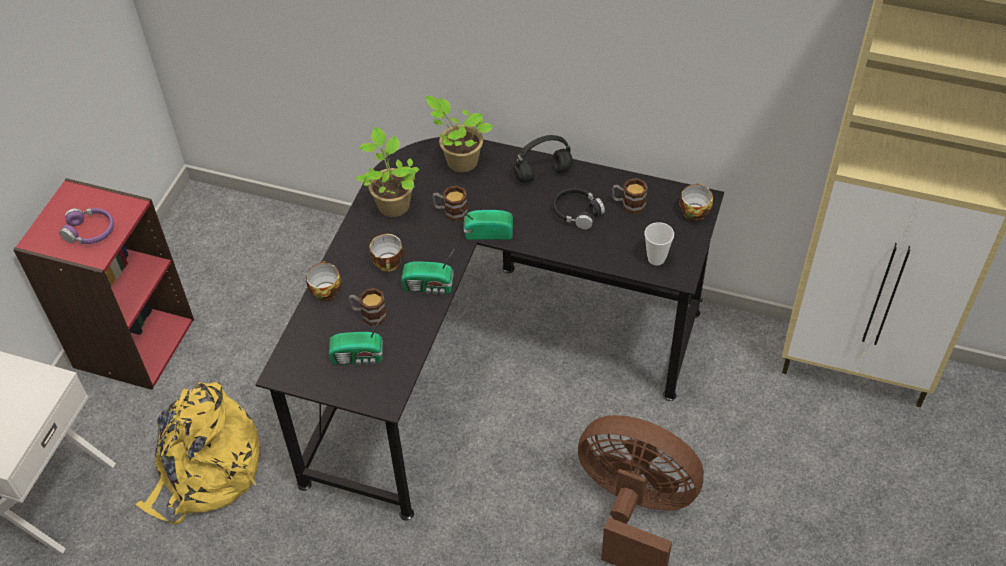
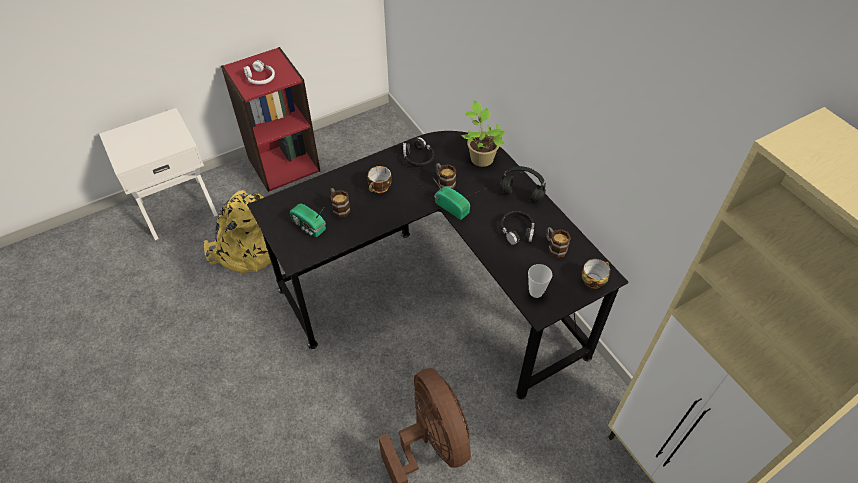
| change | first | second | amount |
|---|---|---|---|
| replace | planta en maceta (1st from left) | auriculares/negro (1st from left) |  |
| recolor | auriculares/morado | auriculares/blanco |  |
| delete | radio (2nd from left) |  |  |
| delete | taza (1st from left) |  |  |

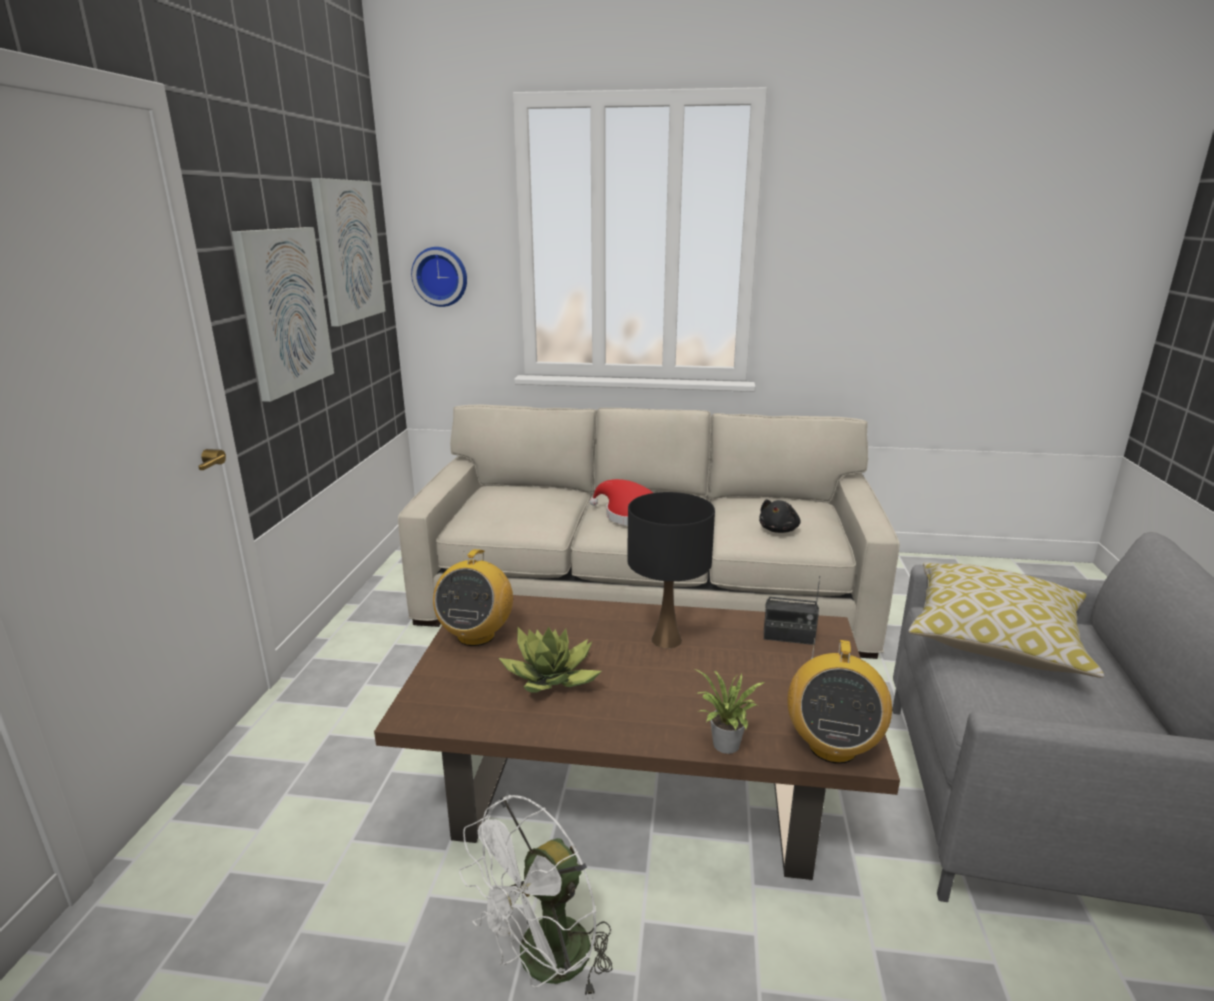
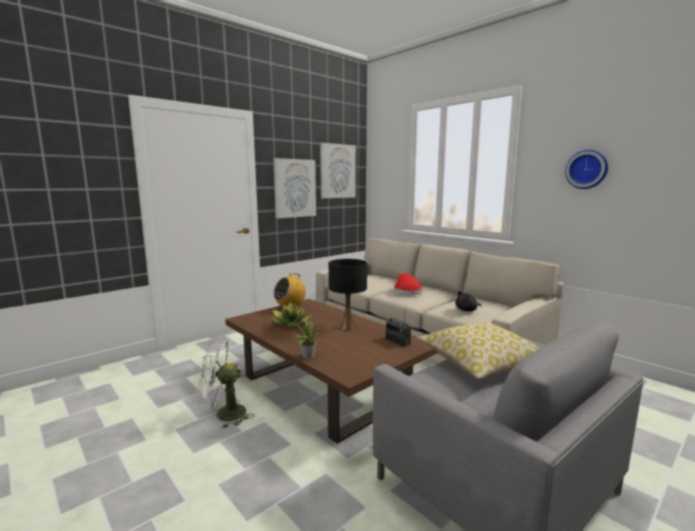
| change | first | second | amount |
|---|---|---|---|
| move | reloj de pared |  |  |
| delete | radio (3rd from left) |  |  |

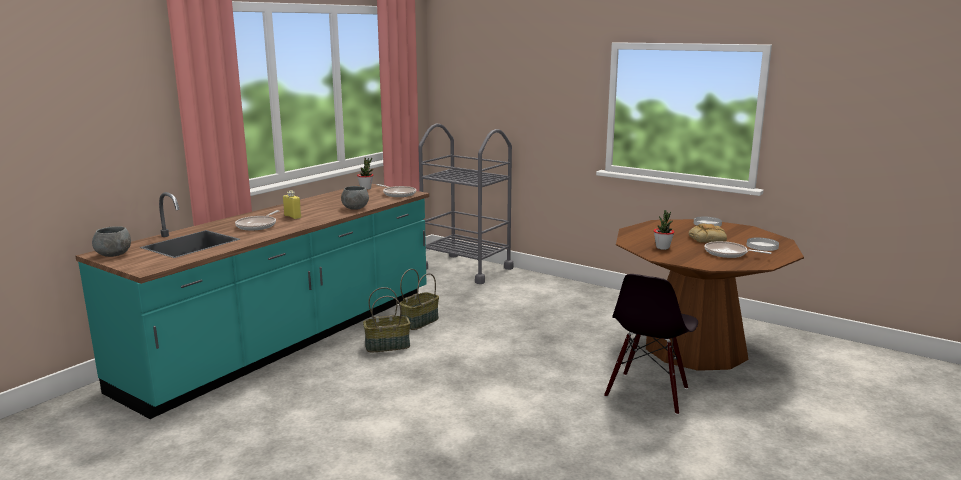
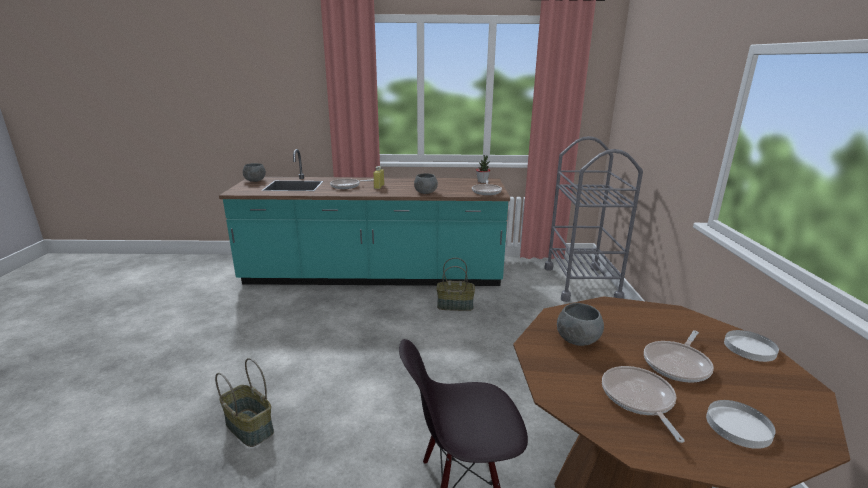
| change | first | second | amount |
|---|---|---|---|
| replace | planta en maceta (2nd from left) | cuenco/gris (3rd from left) |  |
| replace | pan | sartén (4th from left) |  |
| move | cesta (1st from left) |  |  |

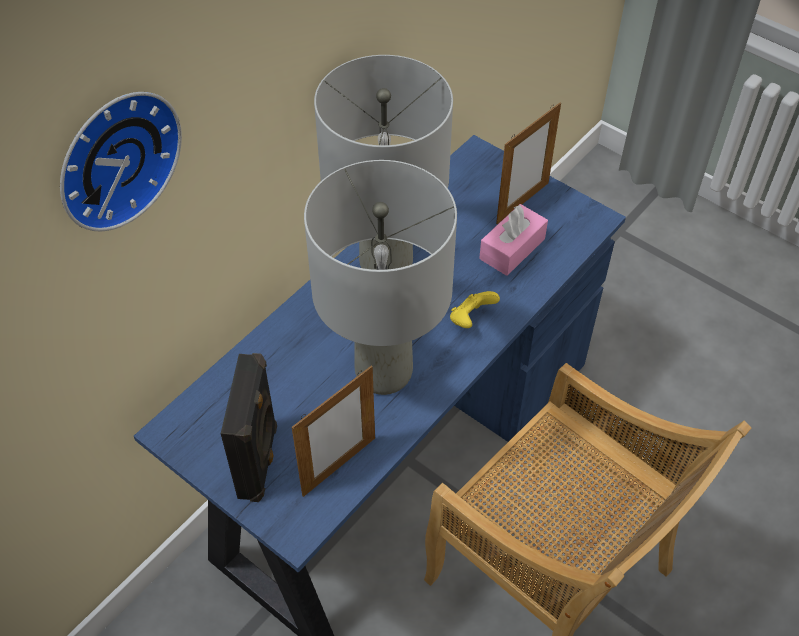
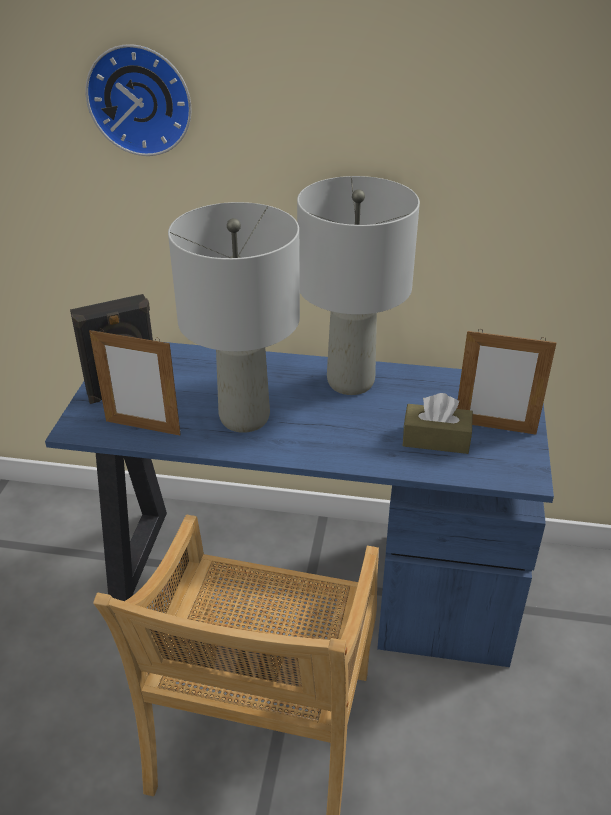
| change | first | second | amount |
|---|---|---|---|
| recolor | caja de pañuelos/rosa | caja de pañuelos/marrón |  |
| delete | mando de consola/amarillo |  |  |

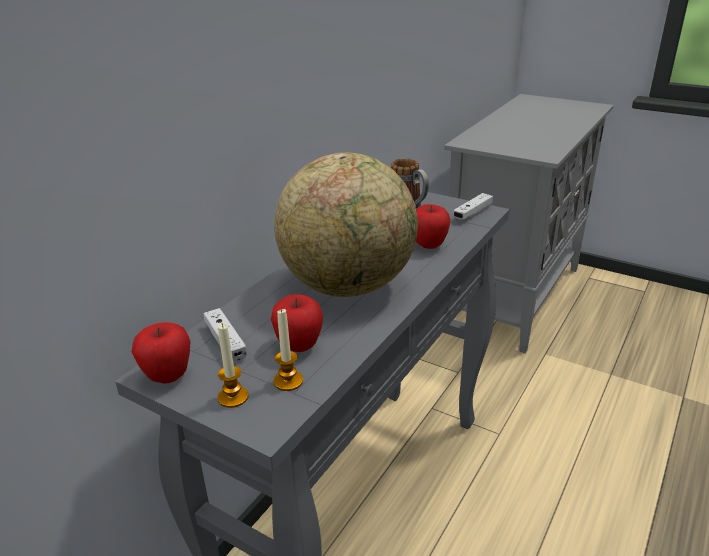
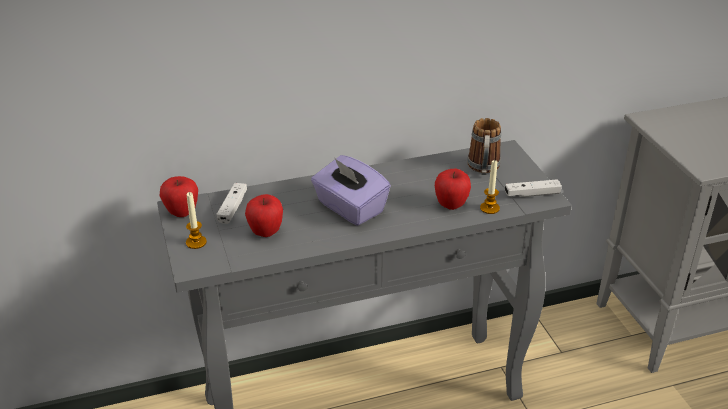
| change | first | second | amount |
|---|---|---|---|
| replace | globo terráqueo | caja de pañuelos/morado |  |
| move | vela (2nd from left) |  |  |

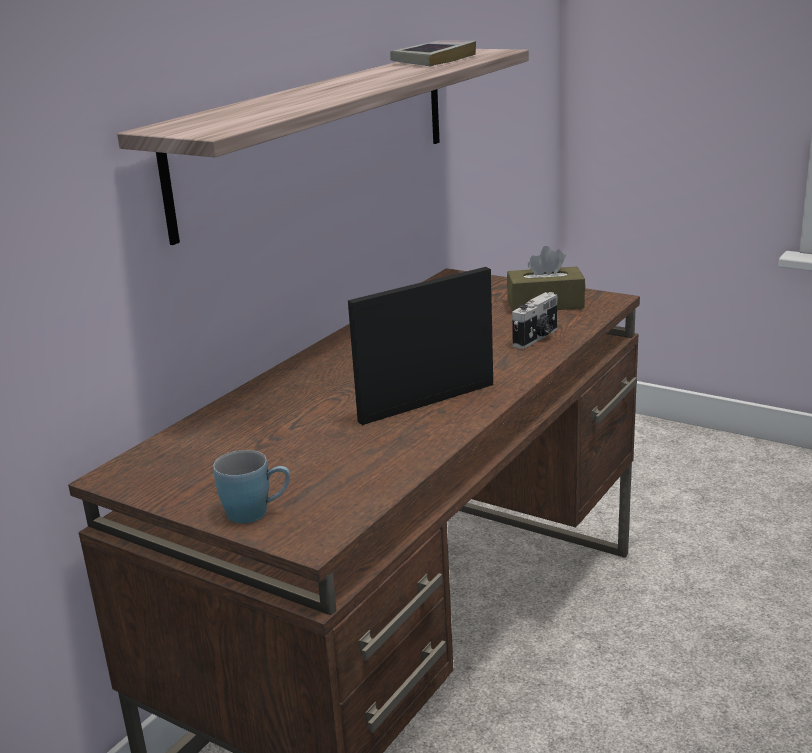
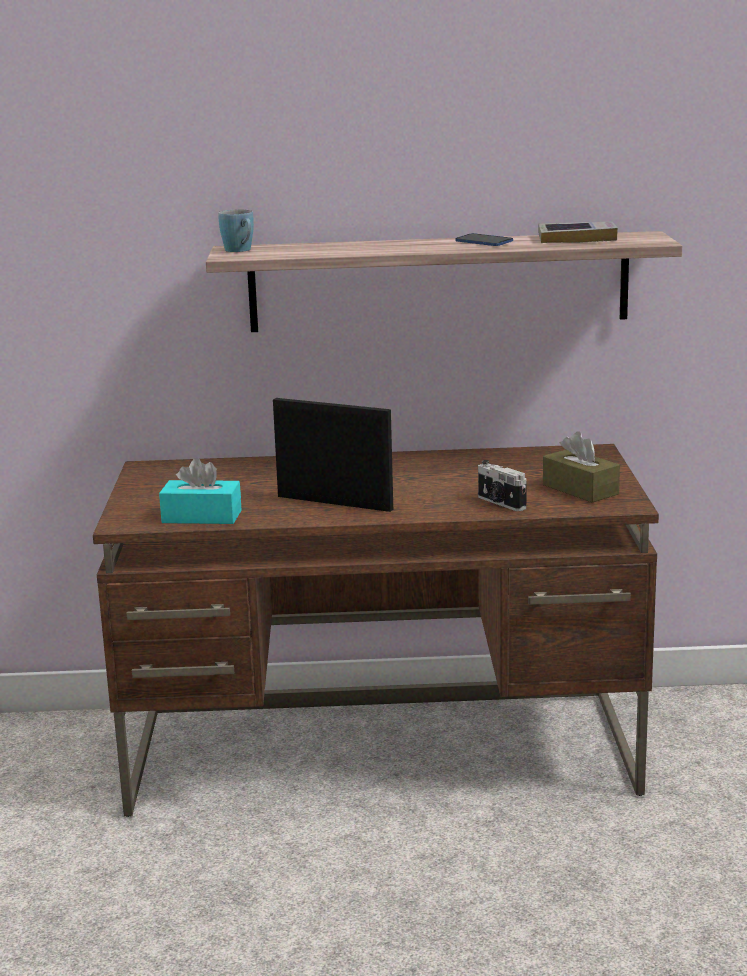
| change | first | second | amount |
|---|---|---|---|
| rotate | cámara |  | 45 degrees clockwise |
| move | taza grande/azul |  |  |
| insert |  | móvil |  |
| insert |  | caja de pañuelos/turquesa |  |

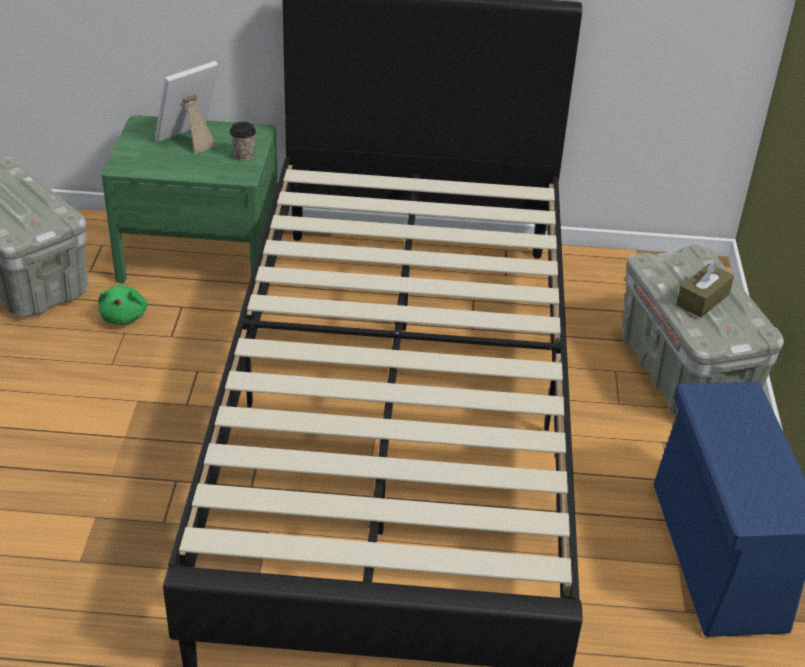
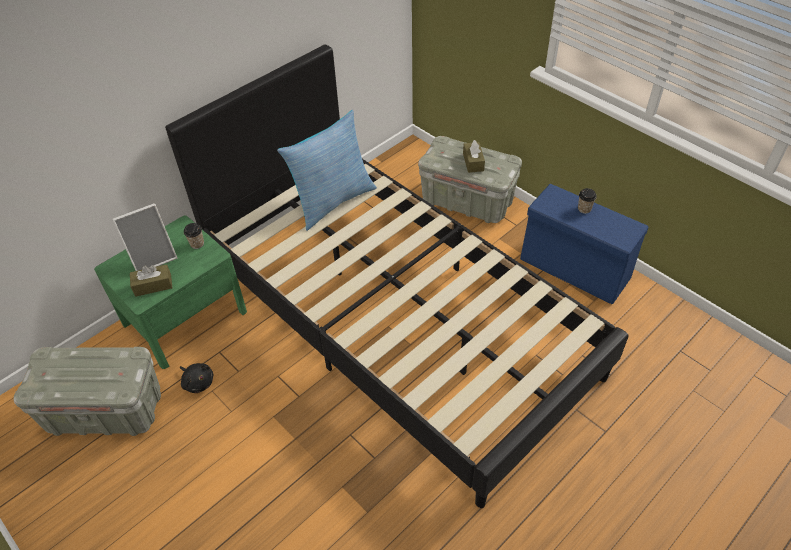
| change | first | second | amount |
|---|---|---|---|
| rotate | portarretratos |  | 120 degrees counterclockwise |
| recolor | peluche/verde | peluche/negro |  |
| insert |  | cojín |  |
| insert |  | taza (2nd from left) |  |
| insert |  | caja de pañuelos/marrón (1st from left) |  |

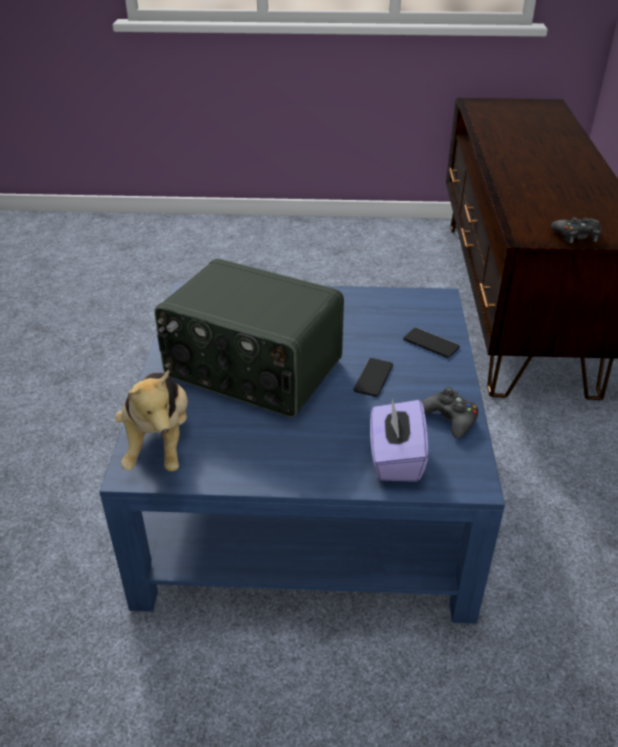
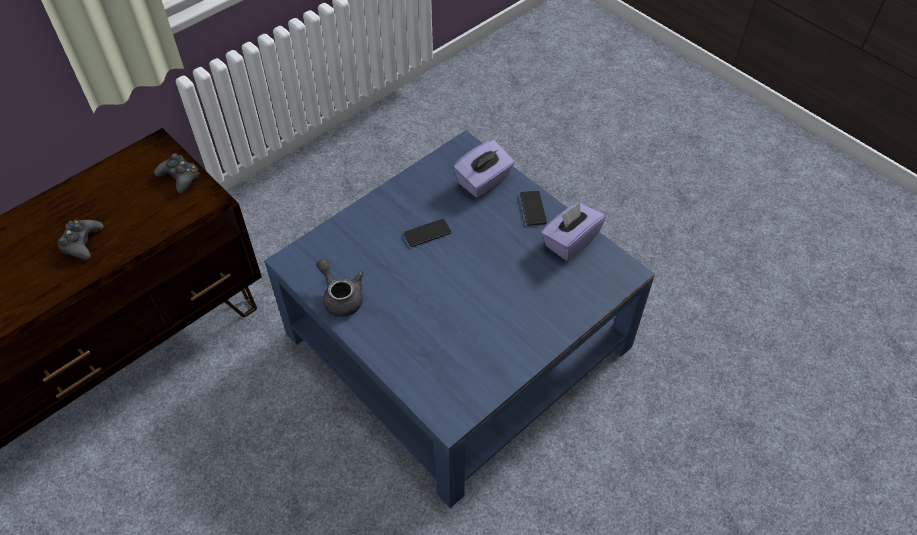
| change | first | second | amount |
|---|---|---|---|
| delete | radio |  |  |
| move | móvil (2nd from left) |  |  |
| delete | peluche |  |  |
| move | mando de consola/negro (1st from left) |  |  |
| insert |  | caja de pañuelos/morado (2nd from left) |  |
| insert |  | tetera/gris |  |

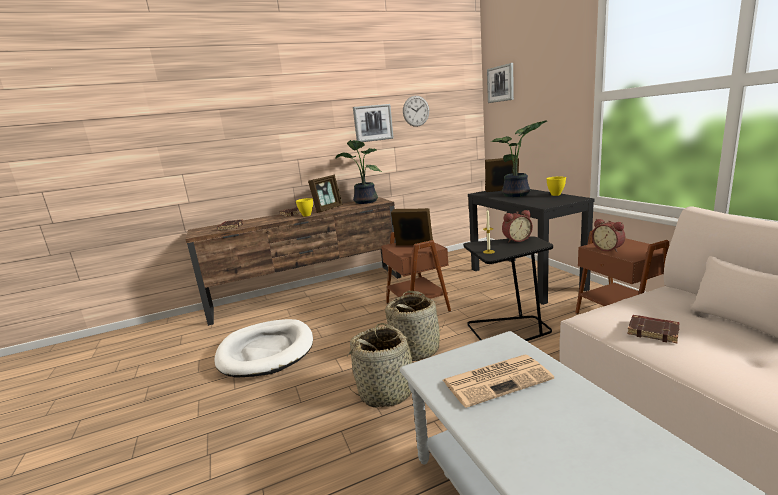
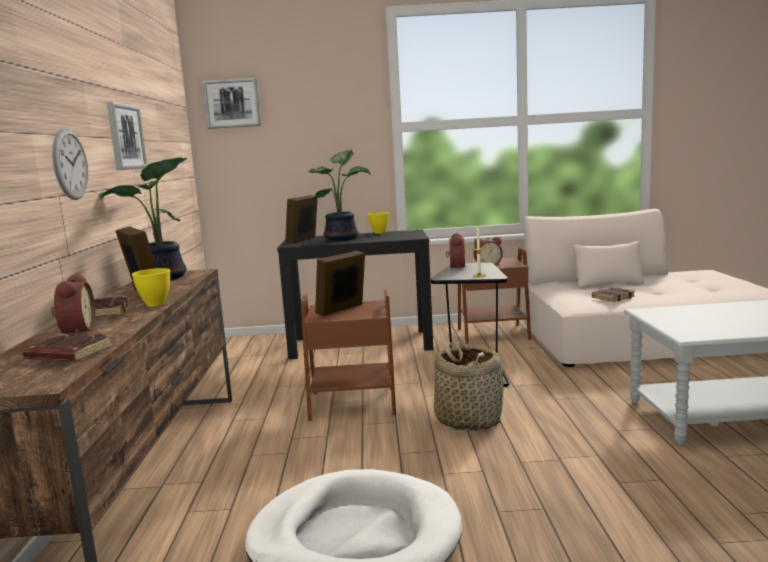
| change | first | second | amount |
|---|---|---|---|
| move | reloj de pared |  |  |
| delete | cesta (1st from left) |  |  |
| delete | periódico |  |  |
| insert |  | despertador (1st from left) |  |

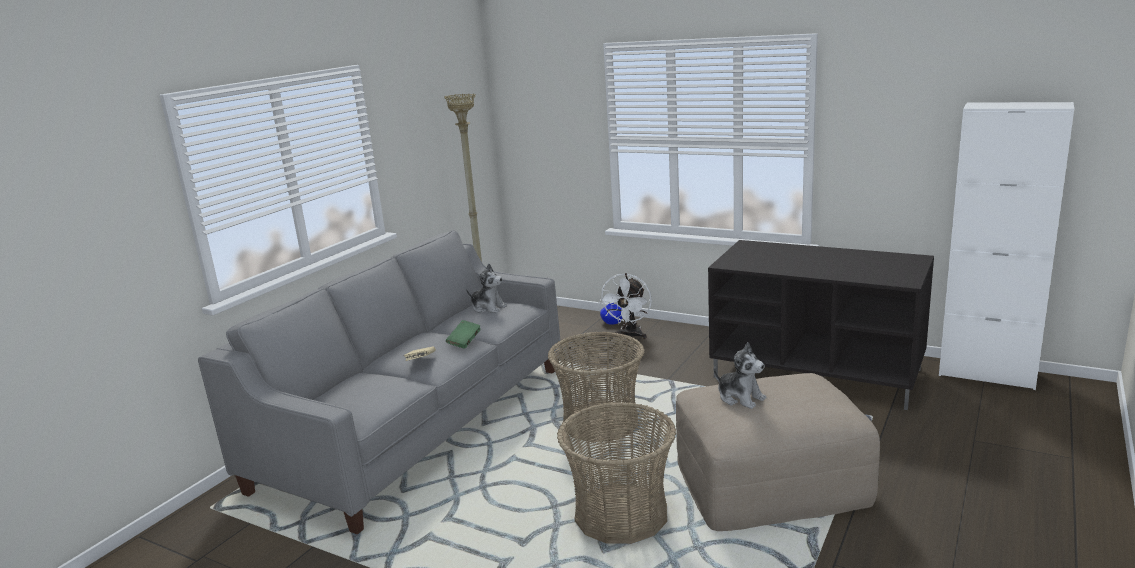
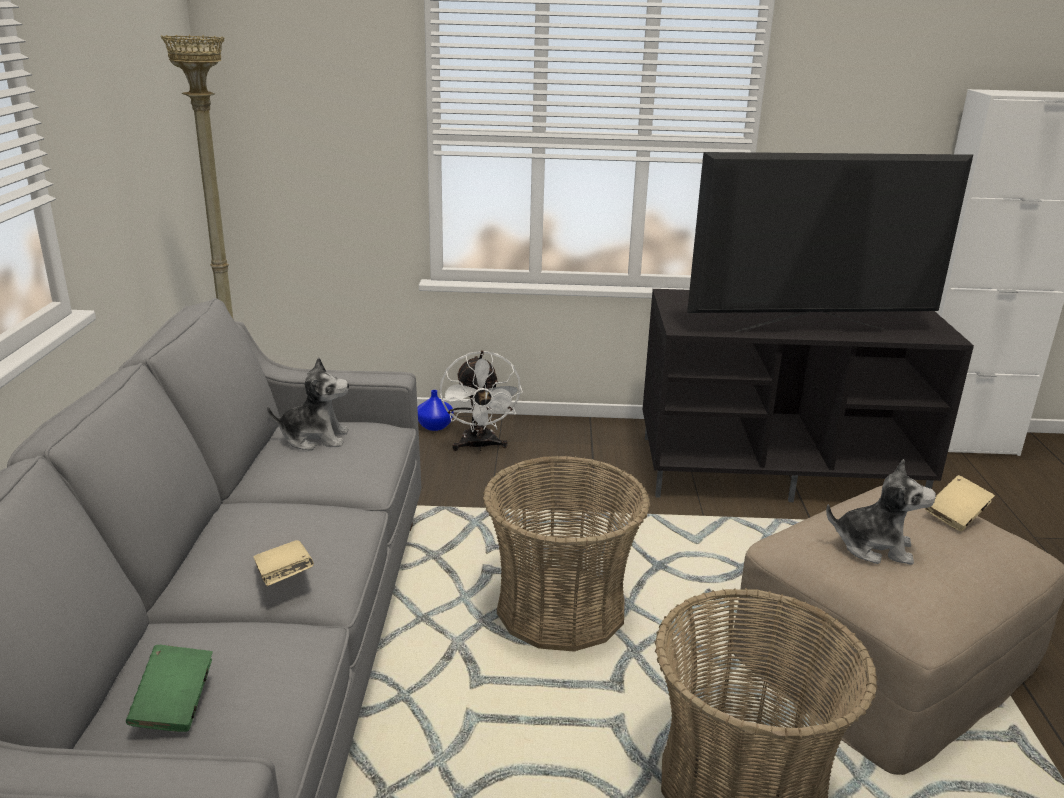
| change | first | second | amount |
|---|---|---|---|
| move | libro/verde |  |  |
| insert |  | televisor |  |
| insert |  | libro/beis (2nd from left) |  |

